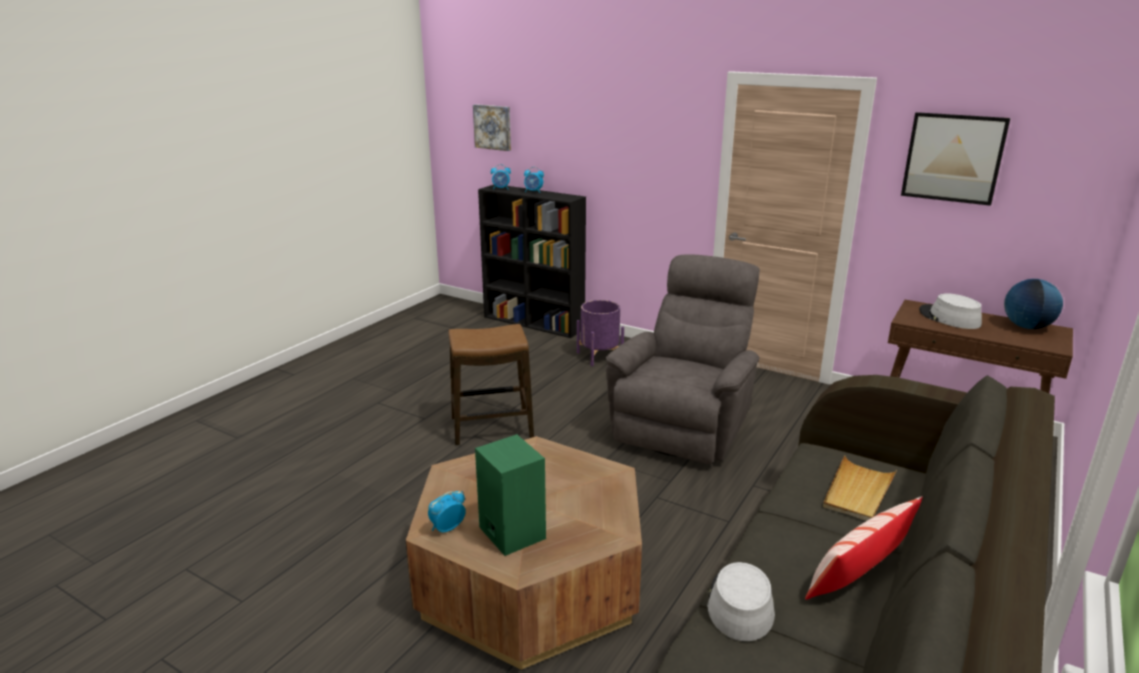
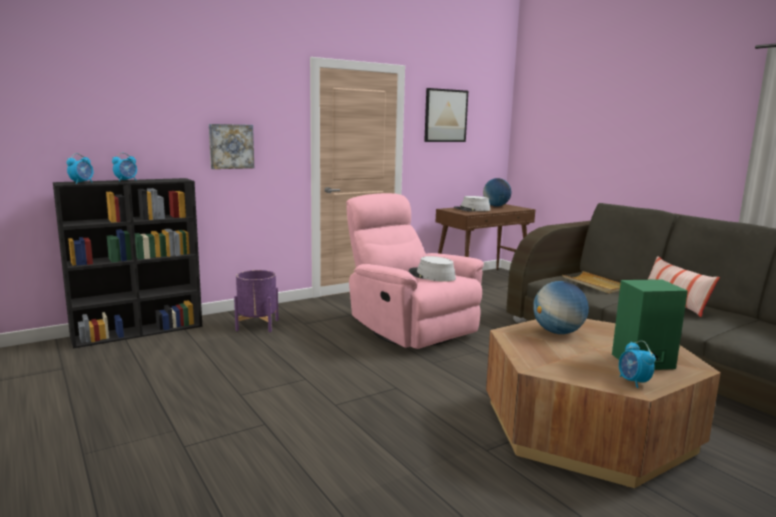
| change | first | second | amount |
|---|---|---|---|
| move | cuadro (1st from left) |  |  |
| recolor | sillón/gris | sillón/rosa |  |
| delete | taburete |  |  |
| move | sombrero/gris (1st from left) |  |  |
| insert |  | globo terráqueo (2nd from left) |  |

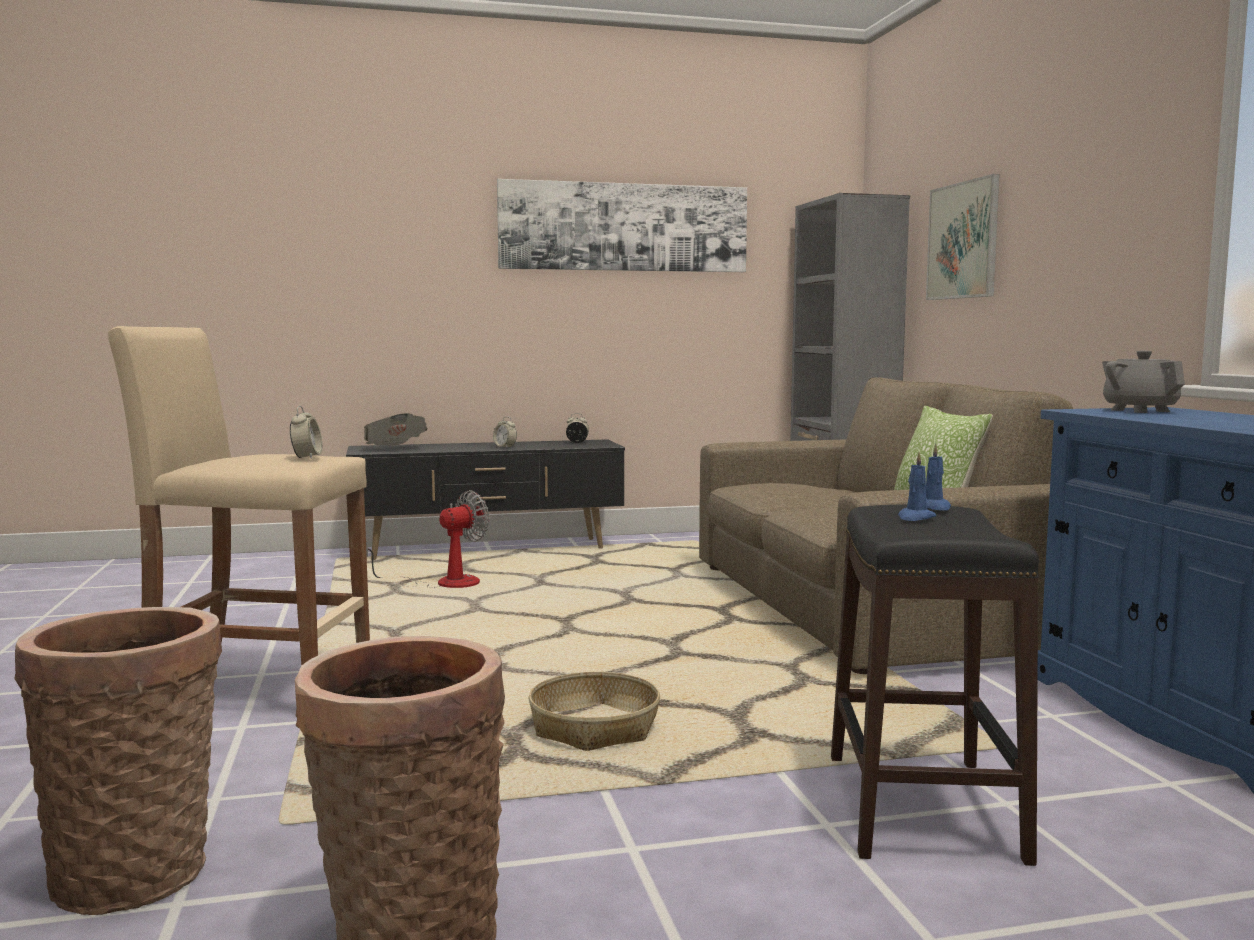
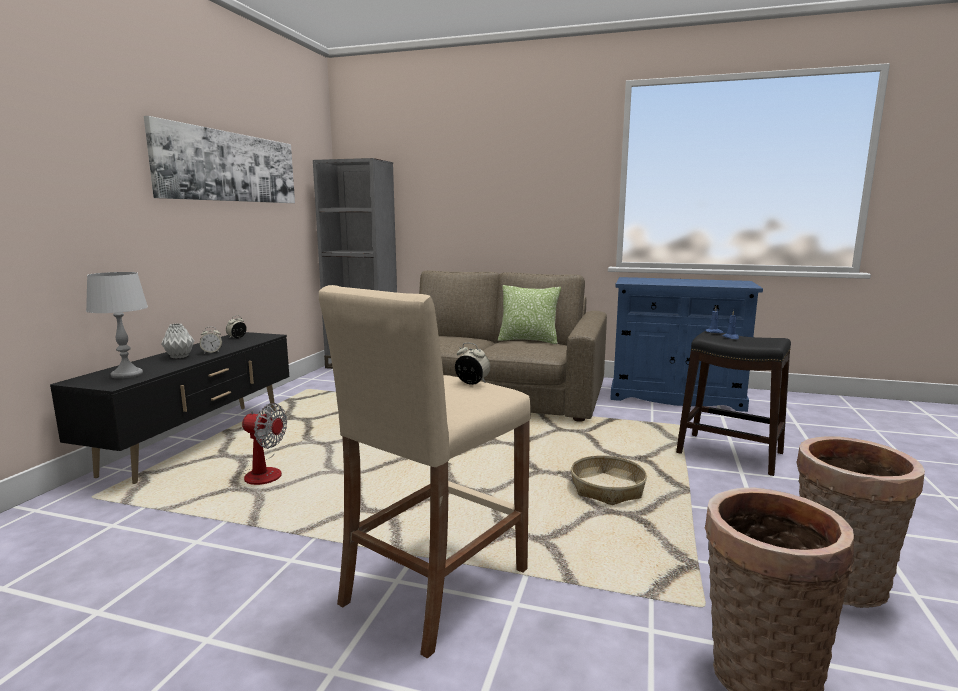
| change | first | second | amount |
|---|---|---|---|
| delete | cuadro (2nd from left) |  |  |
| delete | tetera/gris |  |  |
| replace | periódico | lámpara de mesa/gris |  |
| rotate | ventilador |  | 120 degrees clockwise |
| insert |  | florero/gris |  |

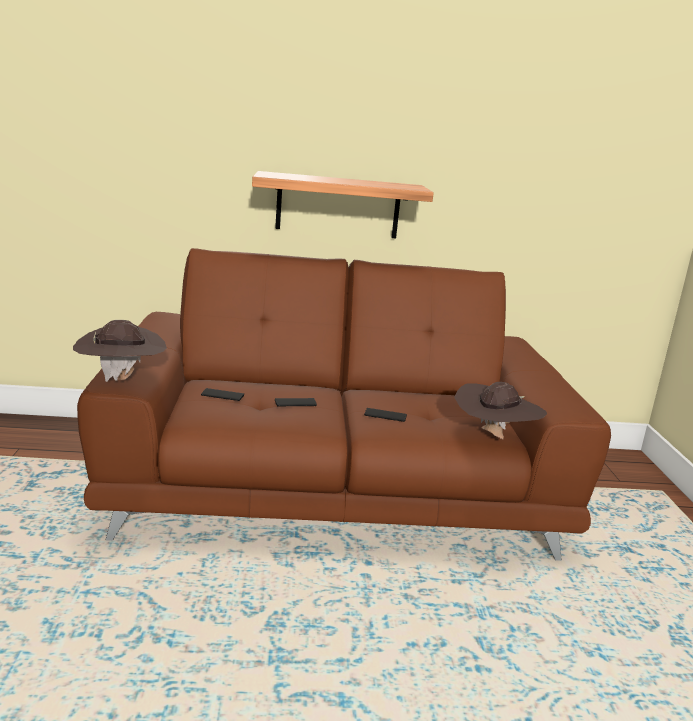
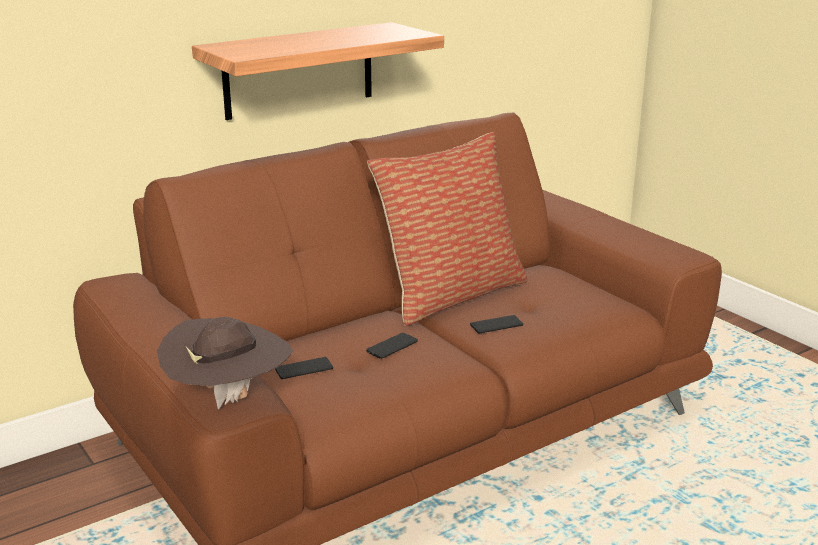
| change | first | second | amount |
|---|---|---|---|
| delete | sombrero/marrón (2nd from left) |  |  |
| insert |  | cojín |  |

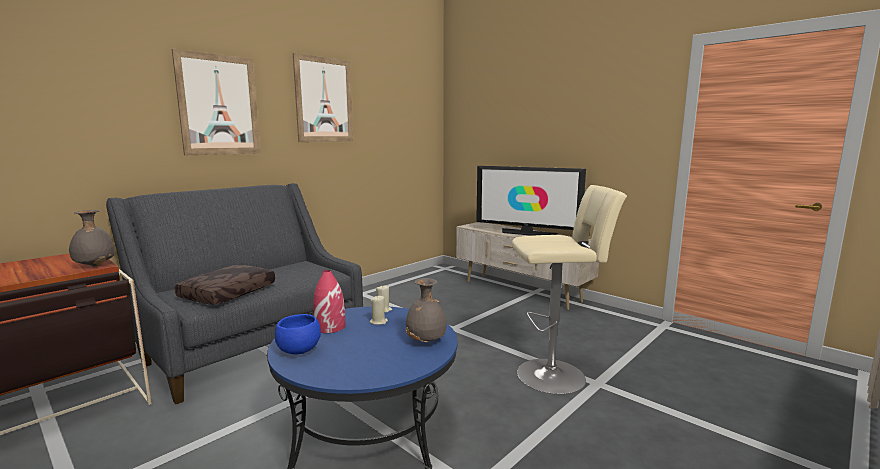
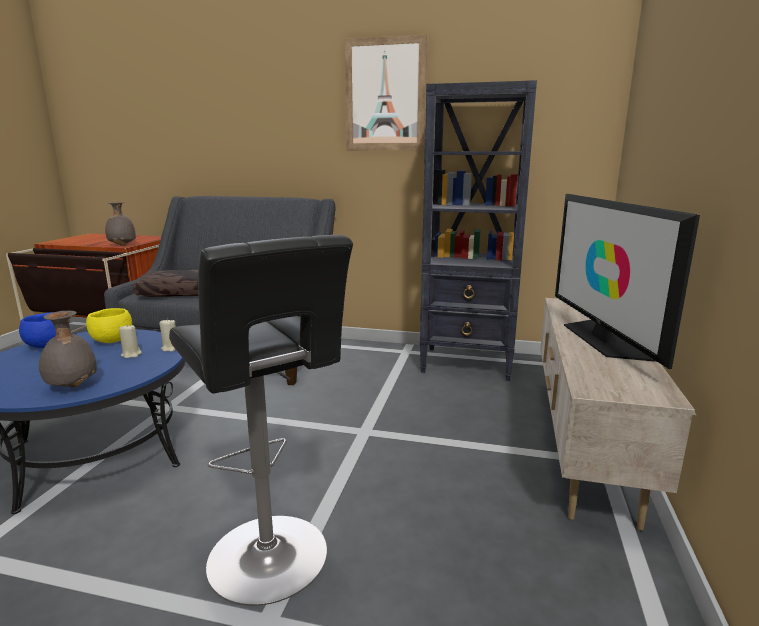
| change | first | second | amount |
|---|---|---|---|
| delete | cuadro (1st from left) |  |  |
| recolor | taburete/beis | taburete/negro |  |
| replace | florero/rojo | cuenco/amarillo |  |
| insert |  | estantería/negro |  |

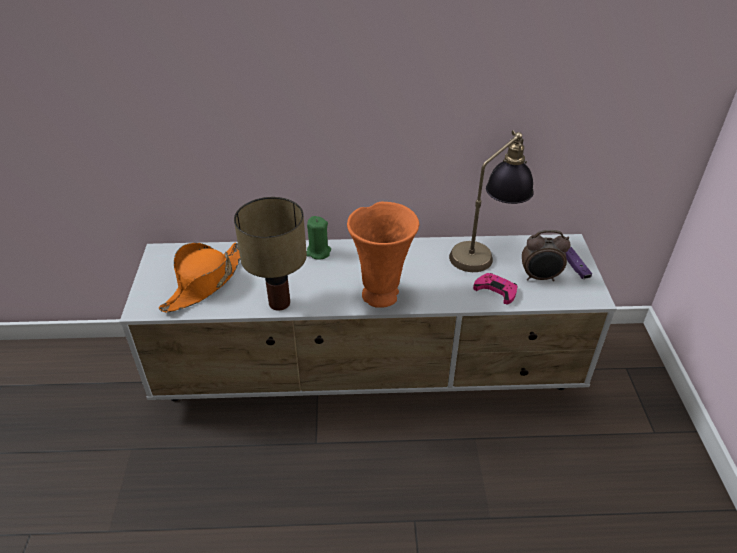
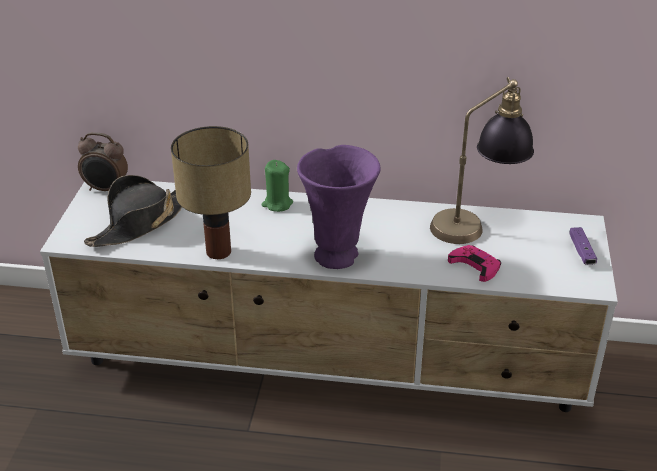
| change | first | second | amount |
|---|---|---|---|
| recolor | florero/naranja | florero/morado |  |
| move | despertador |  |  |
| recolor | sombrero/naranja | sombrero/negro |  |

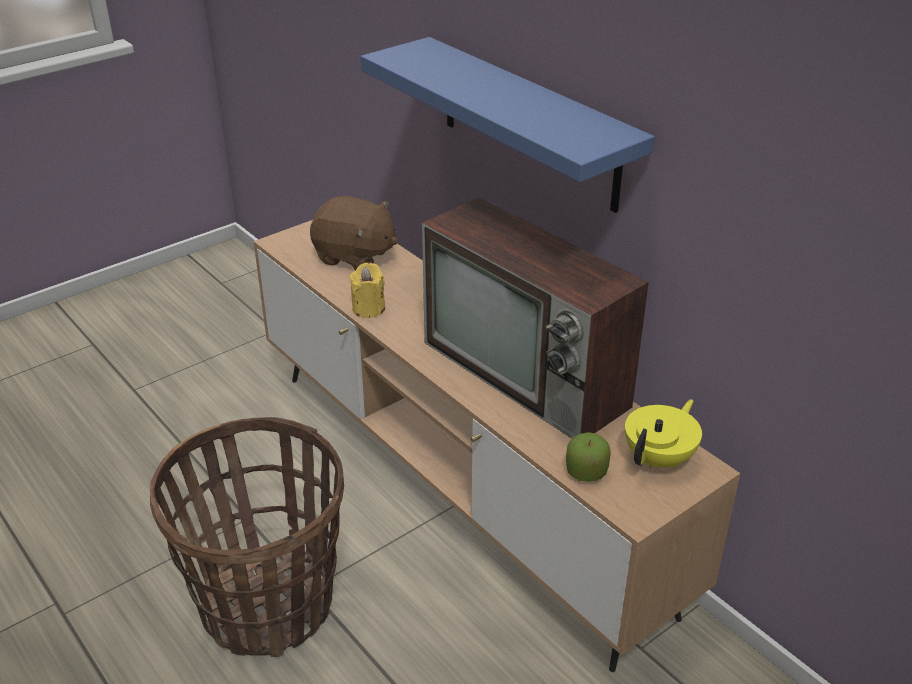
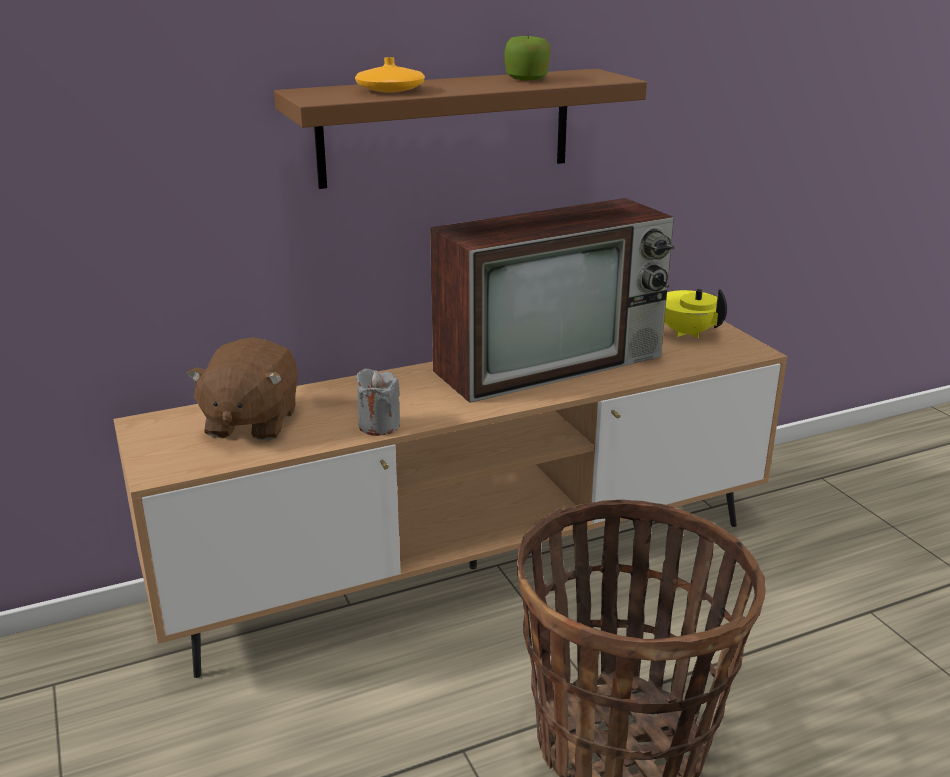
| change | first | second | amount |
|---|---|---|---|
| recolor | estante/azul | estante/marrón |  |
| rotate | peluche/marrón |  | 150 degrees clockwise |
| recolor | vela/amarillo | vela/gris |  |
| move | manzana |  |  |
| insert |  | florero/naranja |  |

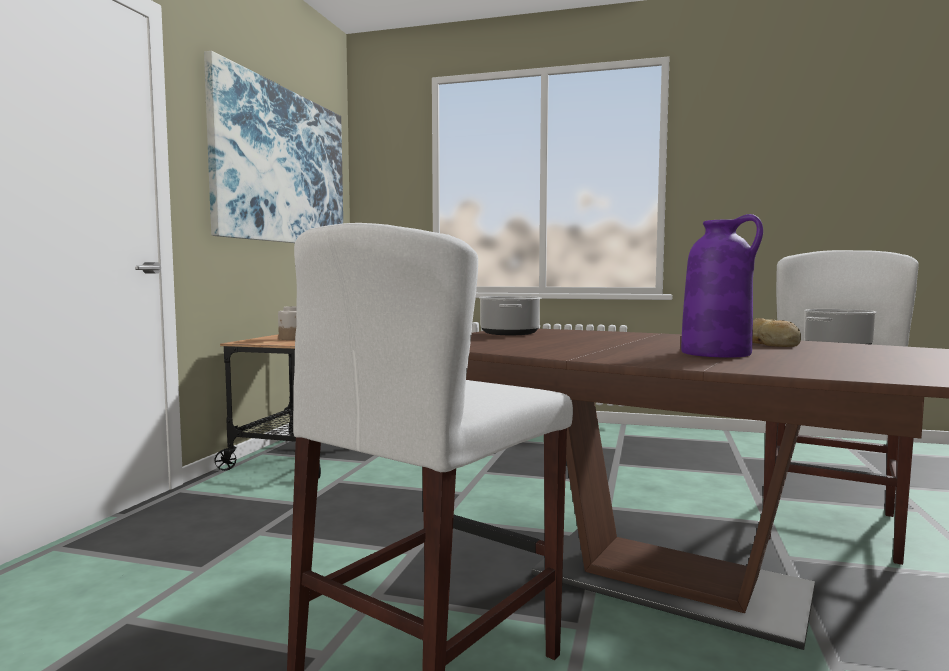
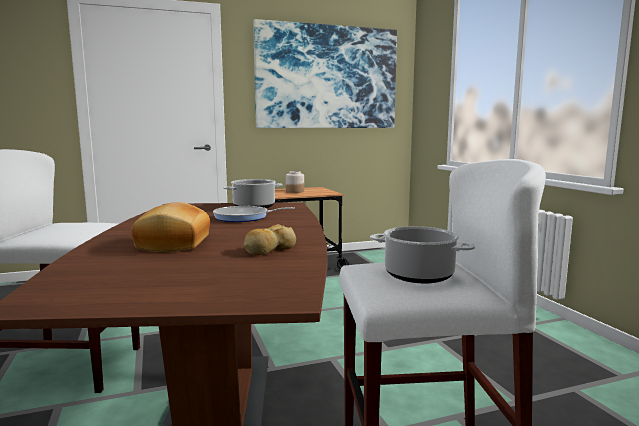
| change | first | second | amount |
|---|---|---|---|
| replace | florero/morado | pan (1st from left) |  |
| insert |  | sartén |  |

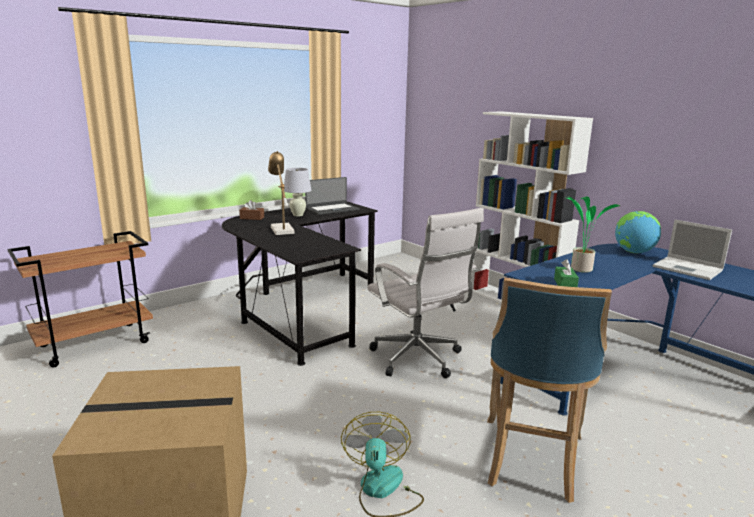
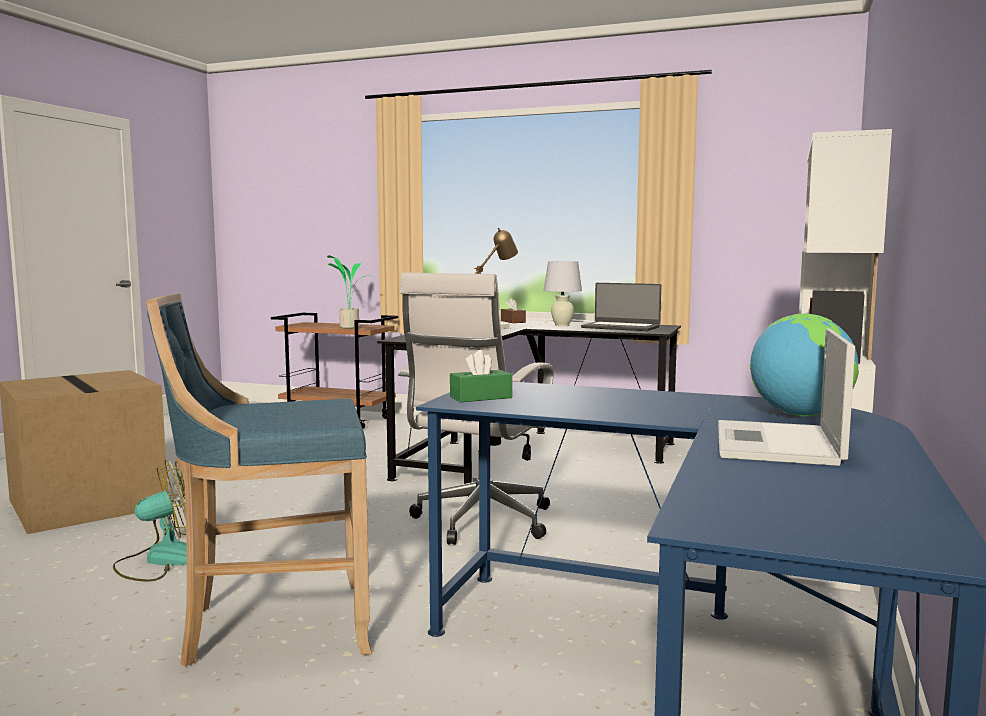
| change | first | second | amount |
|---|---|---|---|
| move | planta en maceta |  |  |

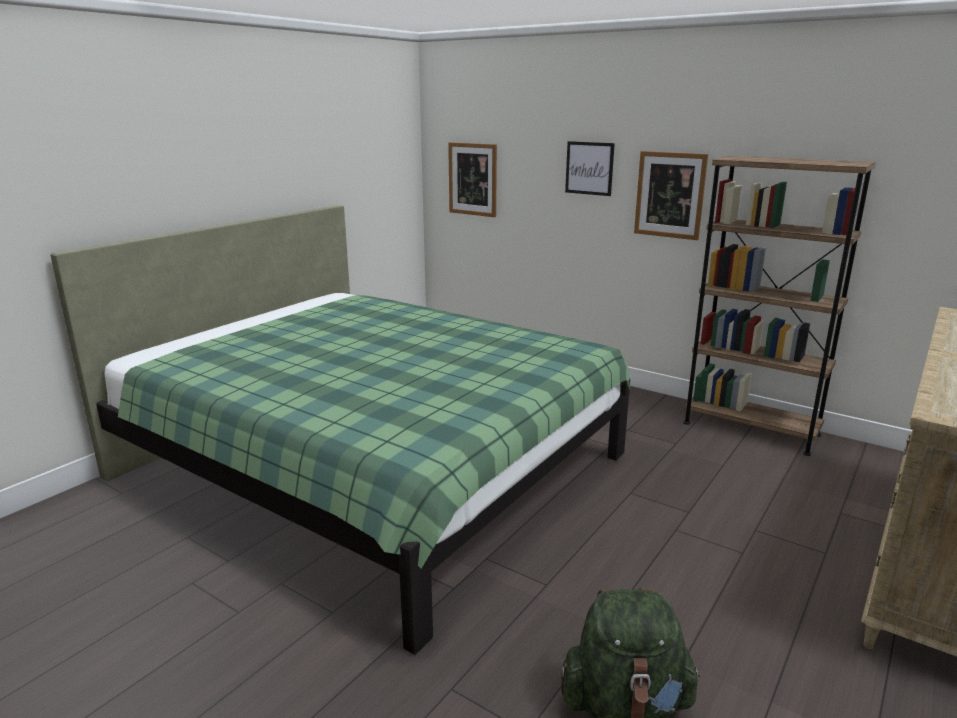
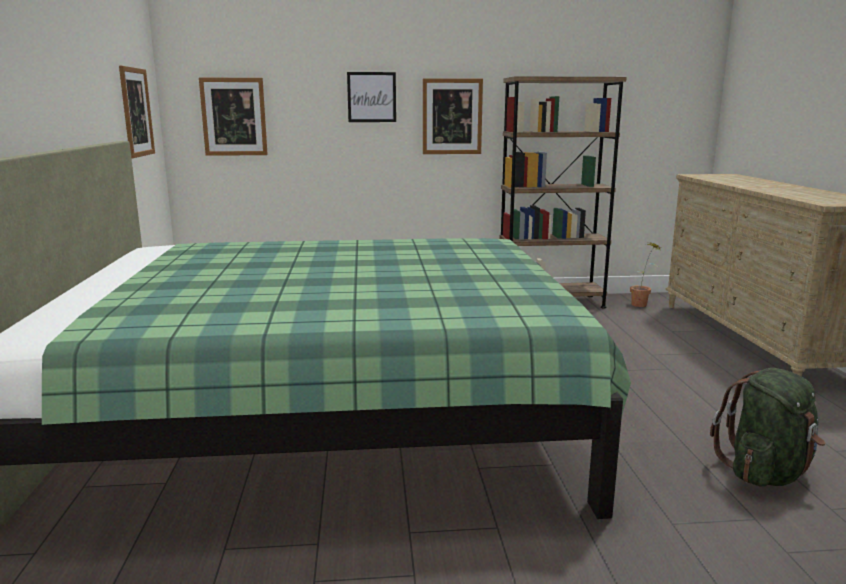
| change | first | second | amount |
|---|---|---|---|
| insert |  | cuadro (1st from left) |  |
| insert |  | planta en maceta |  |

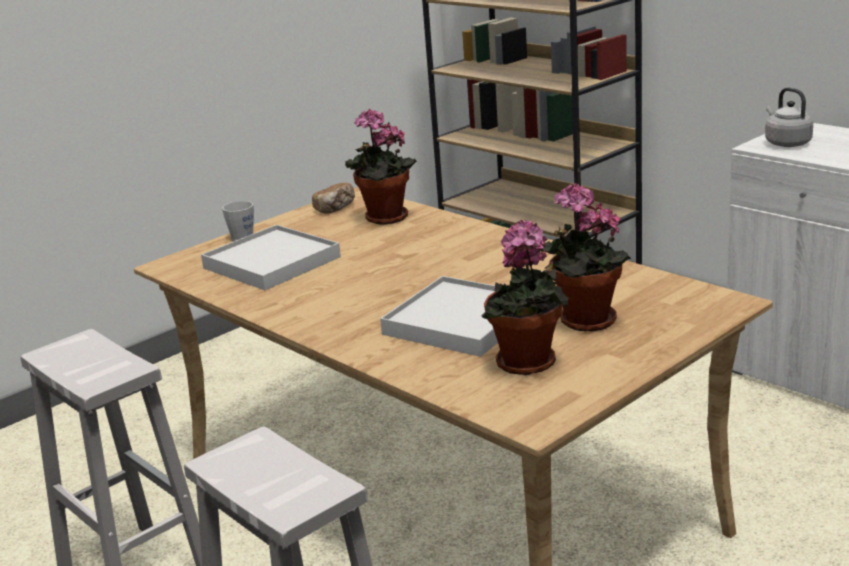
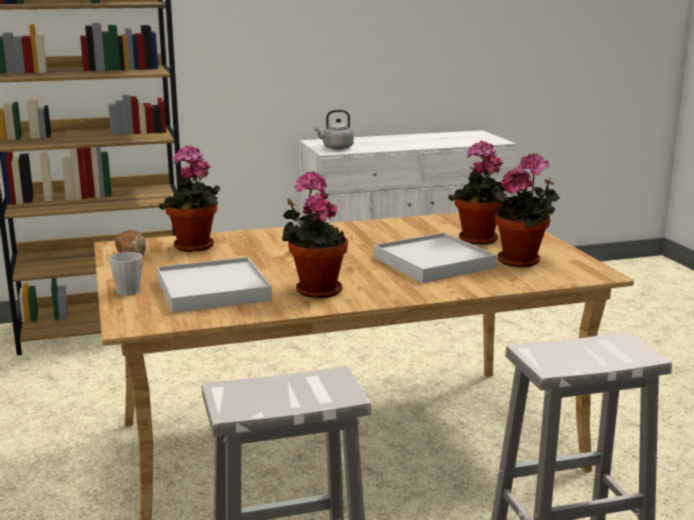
| change | first | second | amount |
|---|---|---|---|
| insert |  | planta en maceta (2nd from left) |  |

